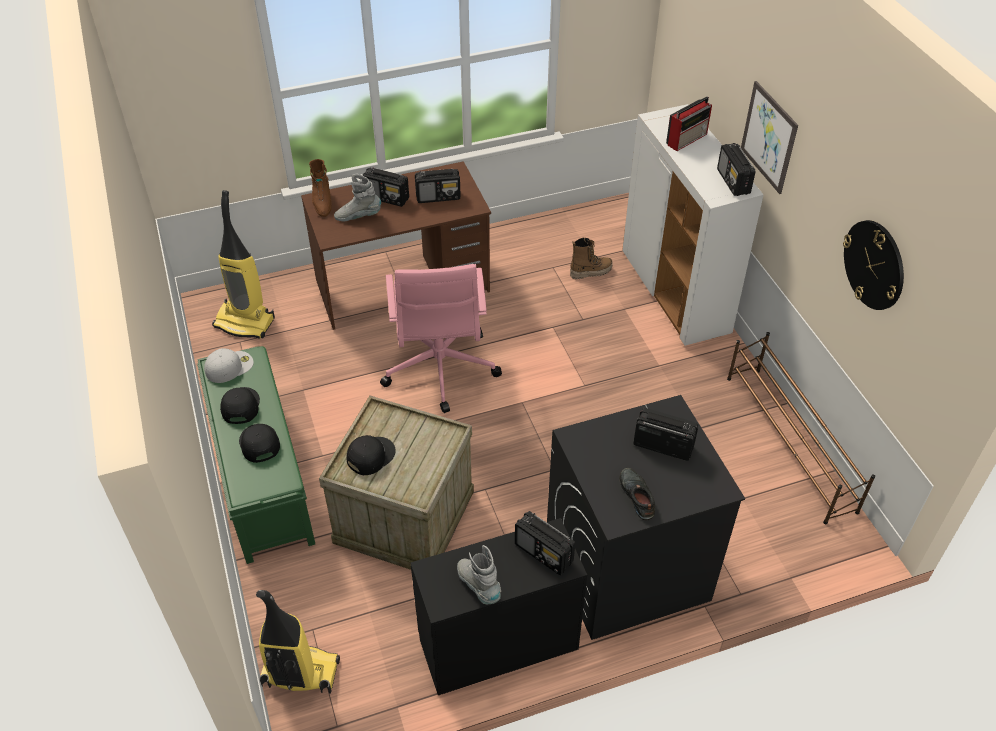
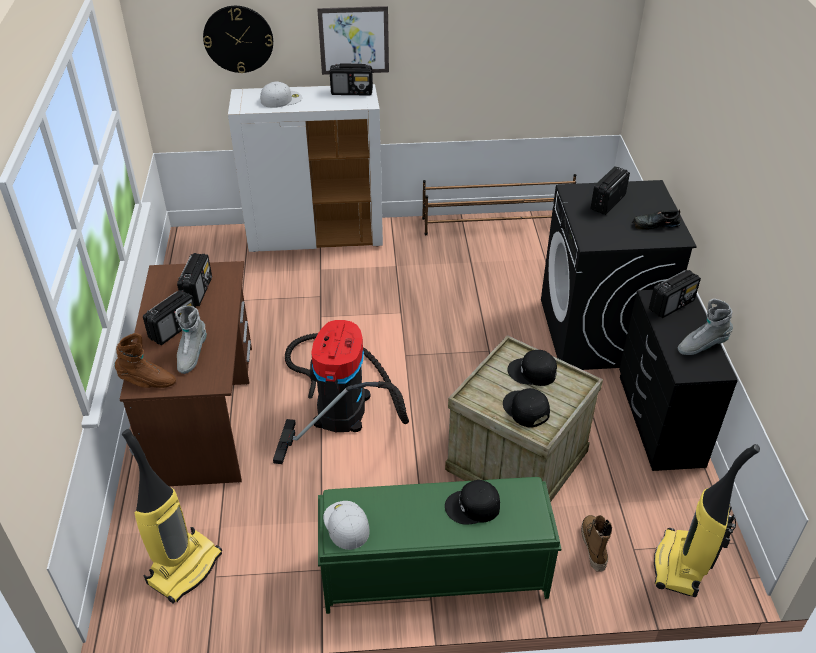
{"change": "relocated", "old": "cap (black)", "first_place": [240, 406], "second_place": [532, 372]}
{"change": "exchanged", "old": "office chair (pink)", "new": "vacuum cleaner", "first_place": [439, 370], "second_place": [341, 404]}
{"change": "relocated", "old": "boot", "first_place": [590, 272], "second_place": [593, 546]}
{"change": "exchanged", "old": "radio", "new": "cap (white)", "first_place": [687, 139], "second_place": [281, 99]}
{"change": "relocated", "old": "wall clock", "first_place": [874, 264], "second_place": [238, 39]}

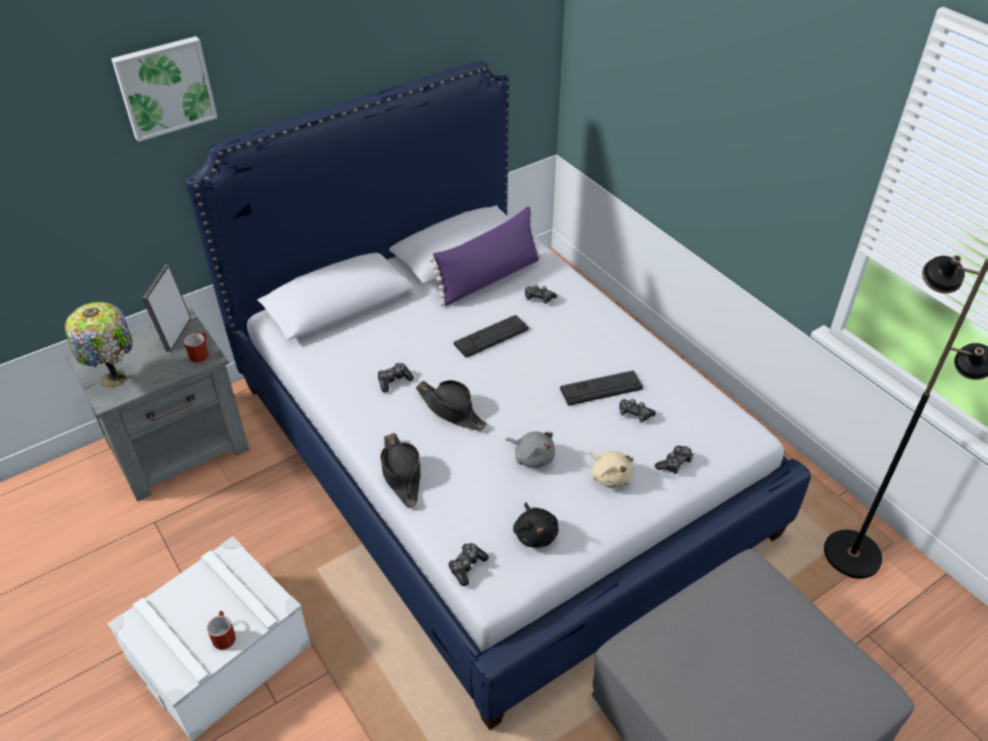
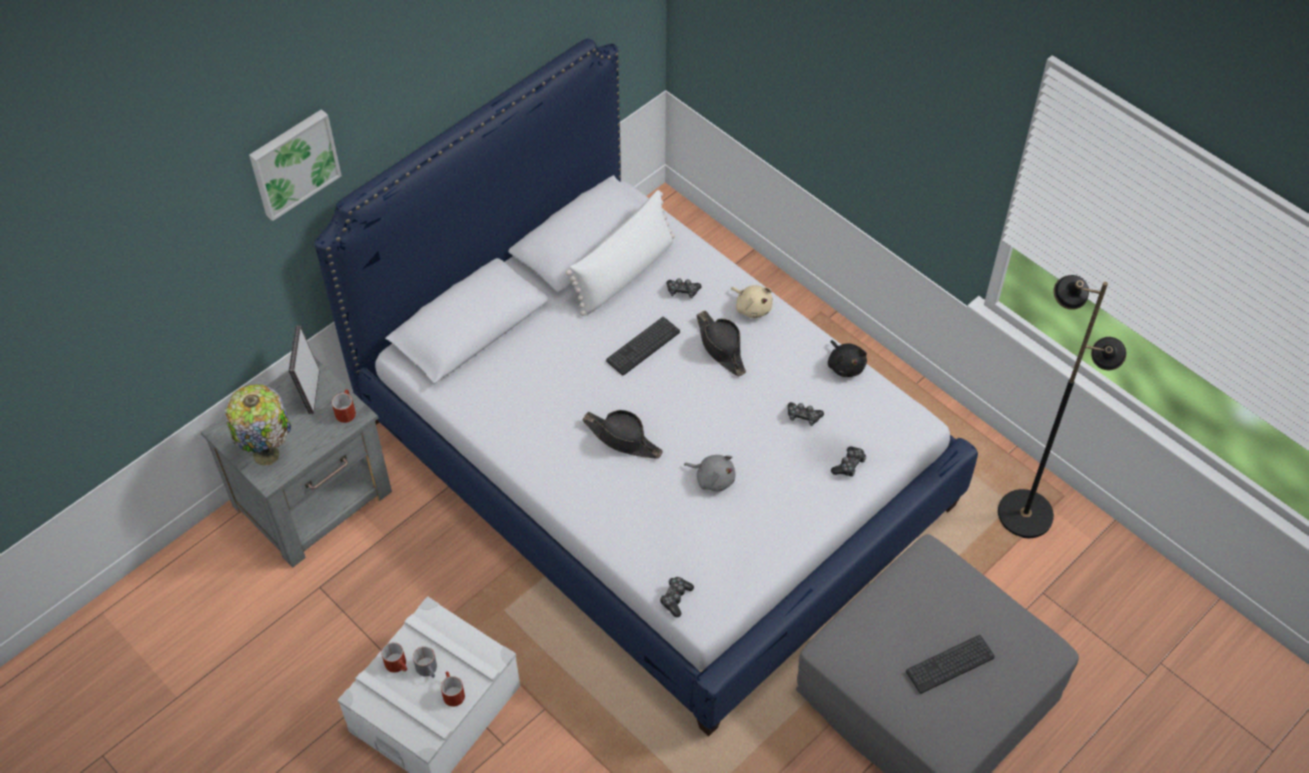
{"change": "missing", "old": "game controller", "first_place": [394, 381]}
{"change": "relocated", "old": "hat (black)", "first_place": [401, 474], "second_place": [721, 347]}
{"change": "colour", "old": "pillow (purple)", "new": "pillow (white)", "first_place": [489, 279], "second_place": [624, 273]}
{"change": "relocated", "old": "plush toy (black)", "first_place": [535, 534], "second_place": [845, 365]}
{"change": "relocated", "old": "keyboard", "first_place": [601, 388], "second_place": [950, 664]}
{"change": "relocated", "old": "plush toy (beige)", "first_place": [610, 476], "second_place": [752, 307]}
{"change": "appeared", "new": "mug (red)", "second_place": [398, 665]}
{"change": "appeared", "new": "mug (grey)", "second_place": [429, 670]}

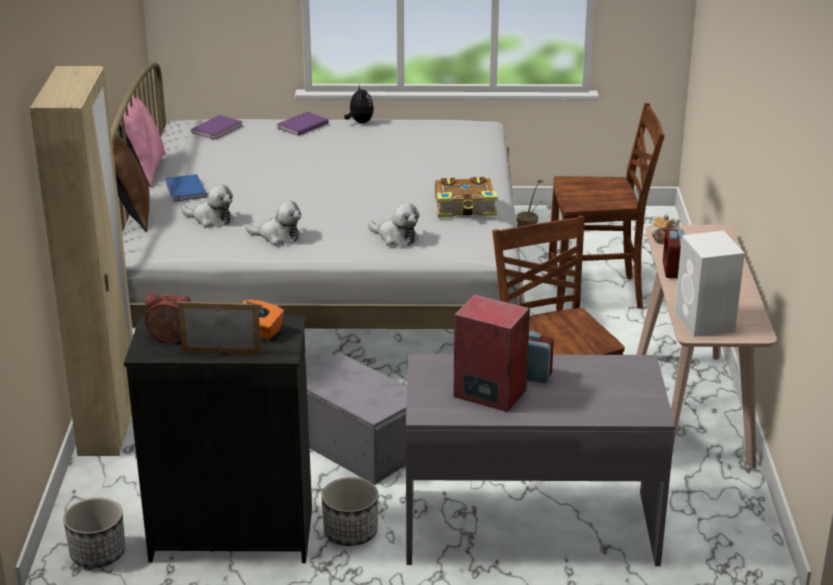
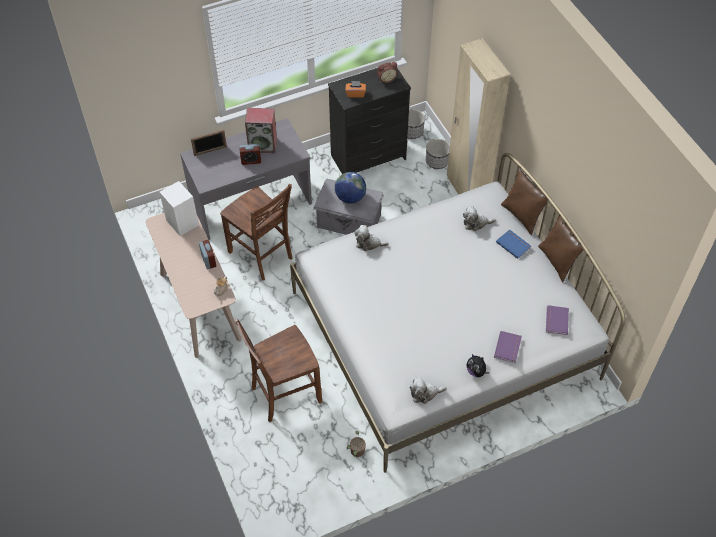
{"change": "colour", "old": "pillow (pink)", "new": "pillow (brown)", "first_place": [144, 170], "second_place": [557, 261]}
{"change": "relocated", "old": "picture frame", "first_place": [221, 352], "second_place": [210, 151]}
{"change": "relocated", "old": "plush toy", "first_place": [277, 236], "second_place": [425, 393]}
{"change": "relocated", "old": "planter", "first_place": [350, 532], "second_place": [437, 161]}
{"change": "missing", "old": "book", "first_place": [466, 207]}
{"change": "appeared", "new": "globe", "second_place": [350, 197]}

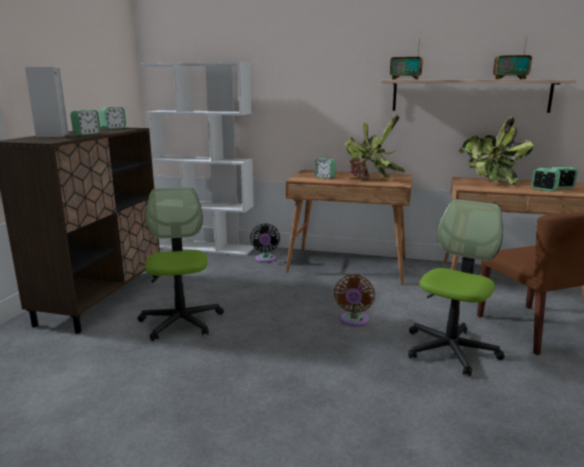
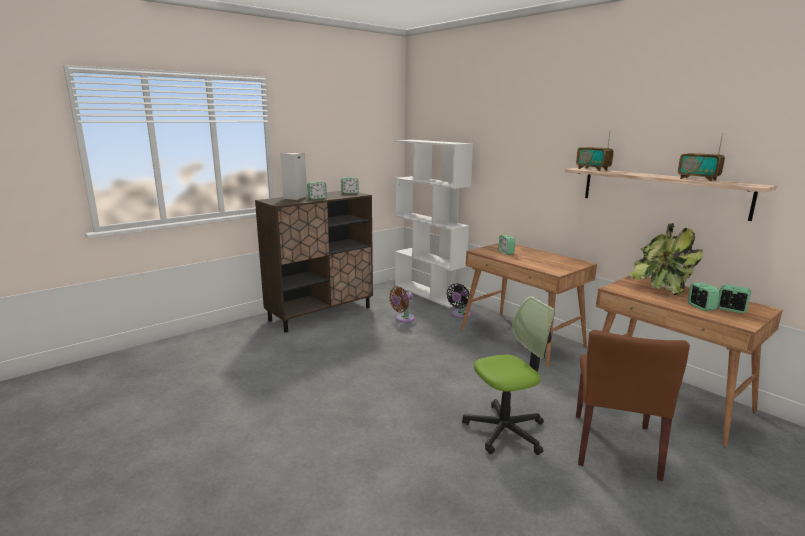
{"change": "missing", "old": "office chair", "first_place": [181, 321]}
{"change": "relocated", "old": "fan (brown)", "first_place": [353, 321], "second_place": [403, 319]}
{"change": "missing", "old": "potted plant", "first_place": [370, 180]}

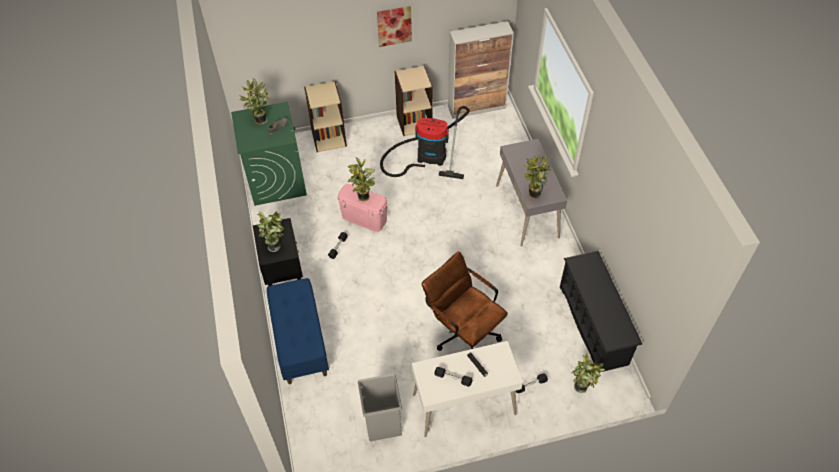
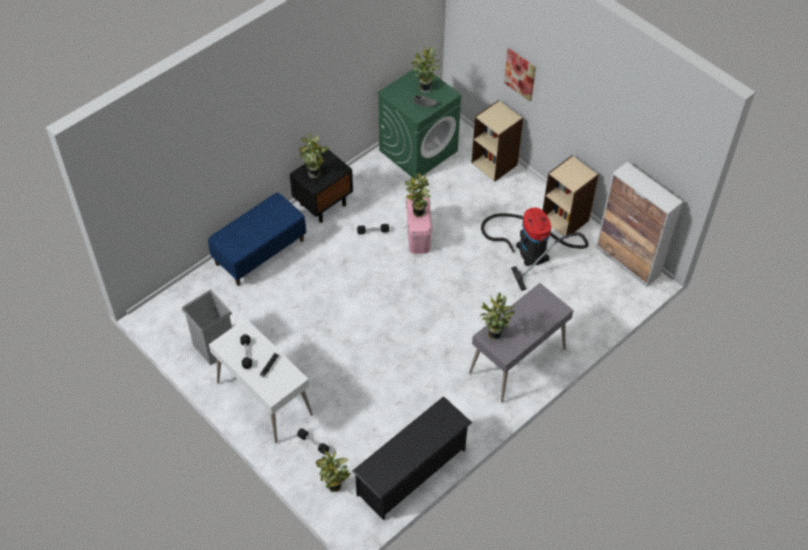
{"change": "relocated", "old": "picture", "first_place": [394, 26], "second_place": [520, 74]}
{"change": "missing", "old": "office chair (brown)", "first_place": [462, 331]}

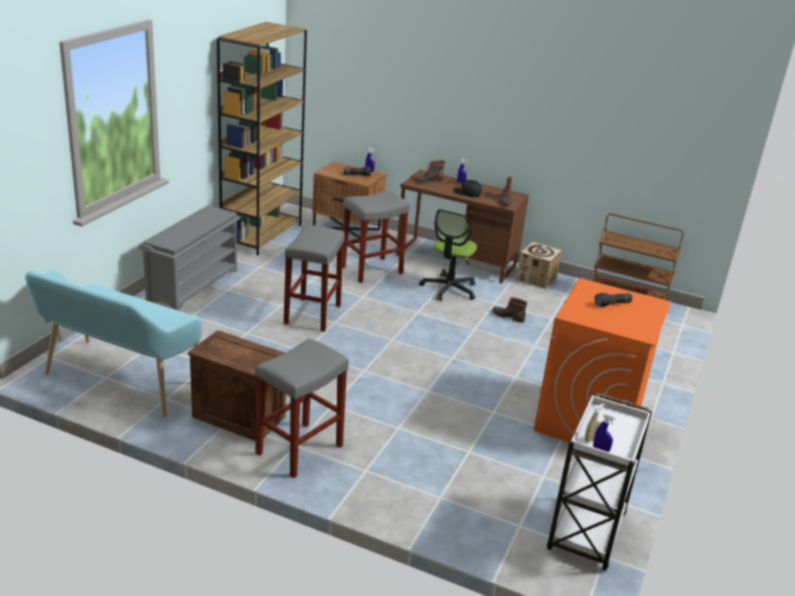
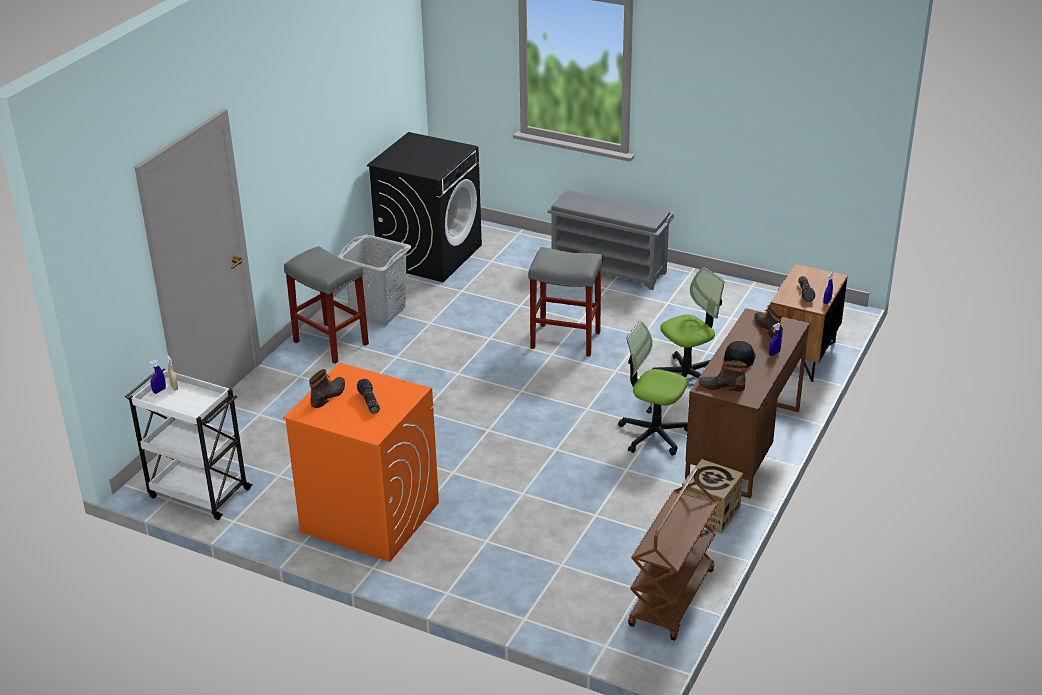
{"change": "exchanged", "old": "bench (turquoise)", "new": "washing machine (black)", "first_place": [121, 382], "second_place": [429, 255]}
{"change": "exchanged", "old": "crate", "new": "laundry basket (grey)", "first_place": [238, 417], "second_place": [378, 311]}
{"change": "missing", "old": "bookcase (brown)", "first_place": [261, 234]}
{"change": "exchanged", "old": "stool (grey)", "new": "office chair", "first_place": [372, 269], "second_place": [687, 376]}
{"change": "relocated", "old": "boot", "first_place": [508, 316], "second_place": [329, 395]}

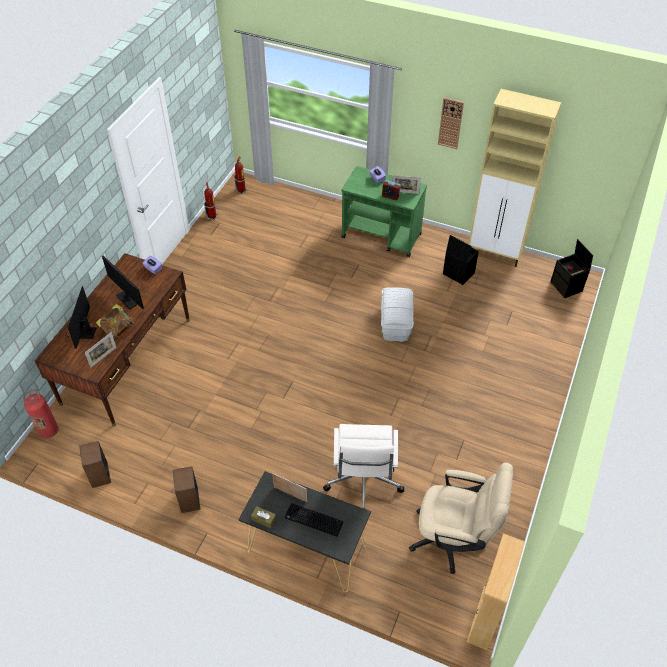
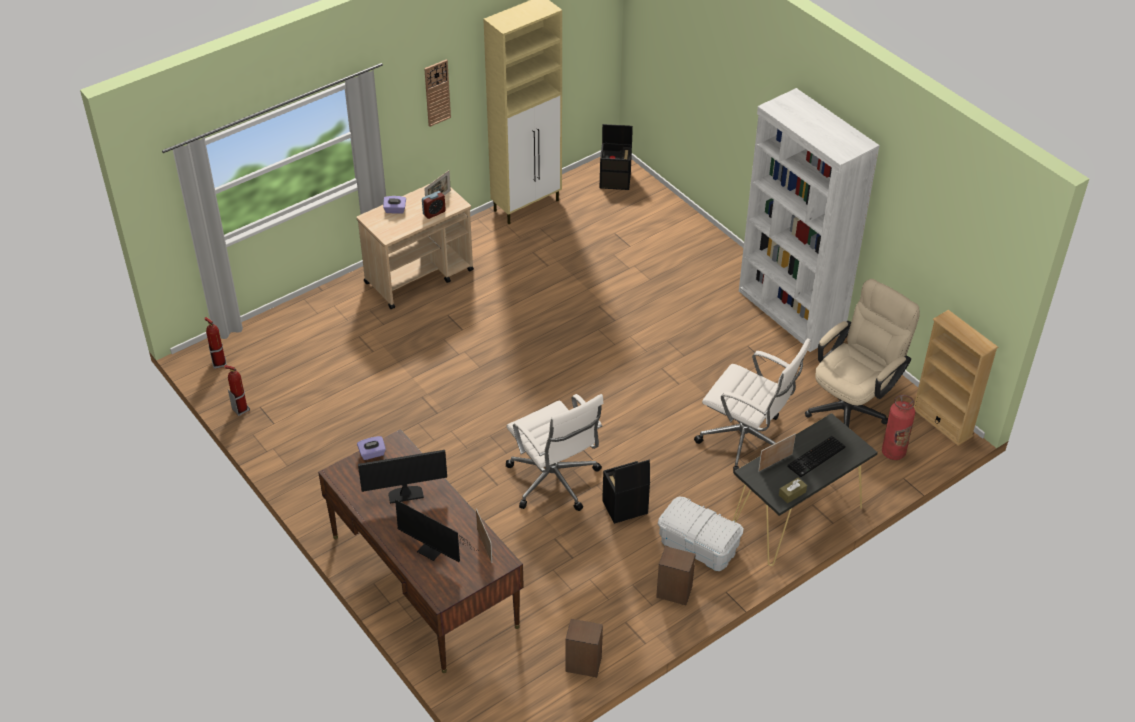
{"change": "relocated", "old": "fire extinguisher", "first_place": [49, 431], "second_place": [893, 452]}
{"change": "missing", "old": "book", "first_place": [118, 330]}
{"change": "colour", "old": "cart (green)", "new": "cart (beige)", "first_place": [382, 236], "second_place": [420, 276]}
{"change": "relocated", "old": "storage box (white)", "first_place": [396, 322], "second_place": [698, 545]}
{"change": "relocated", "old": "storage box (black)", "first_place": [457, 273], "second_place": [624, 508]}
{"change": "appeared", "new": "office chair (white)", "second_place": [554, 481]}
{"change": "appeared", "new": "bookcase (white)", "second_place": [790, 312]}

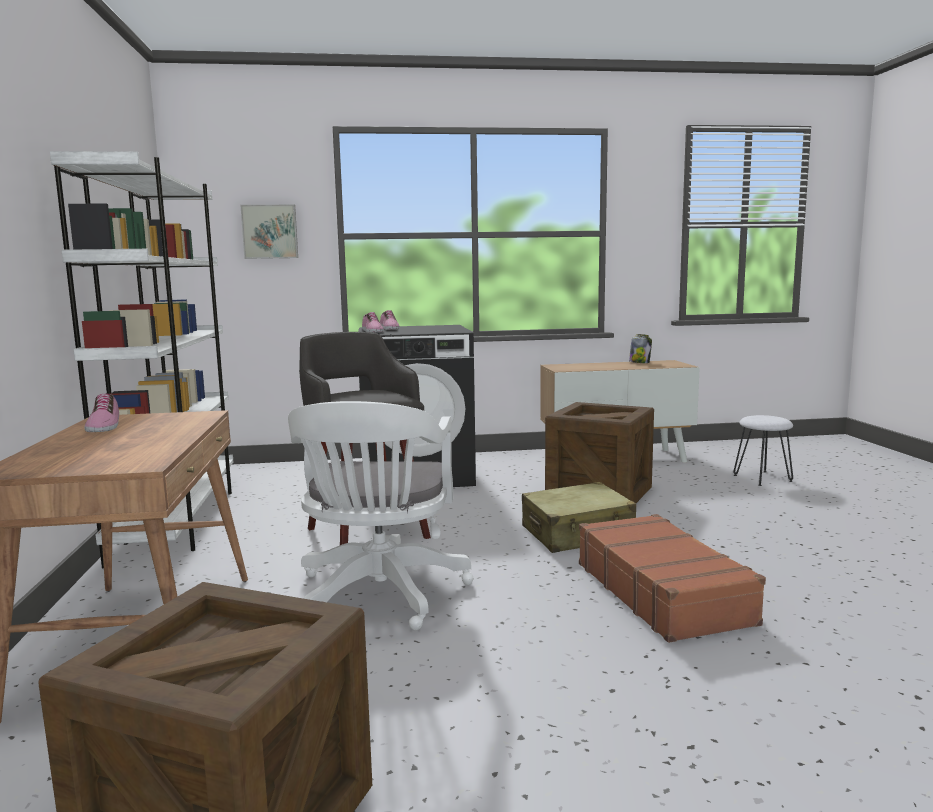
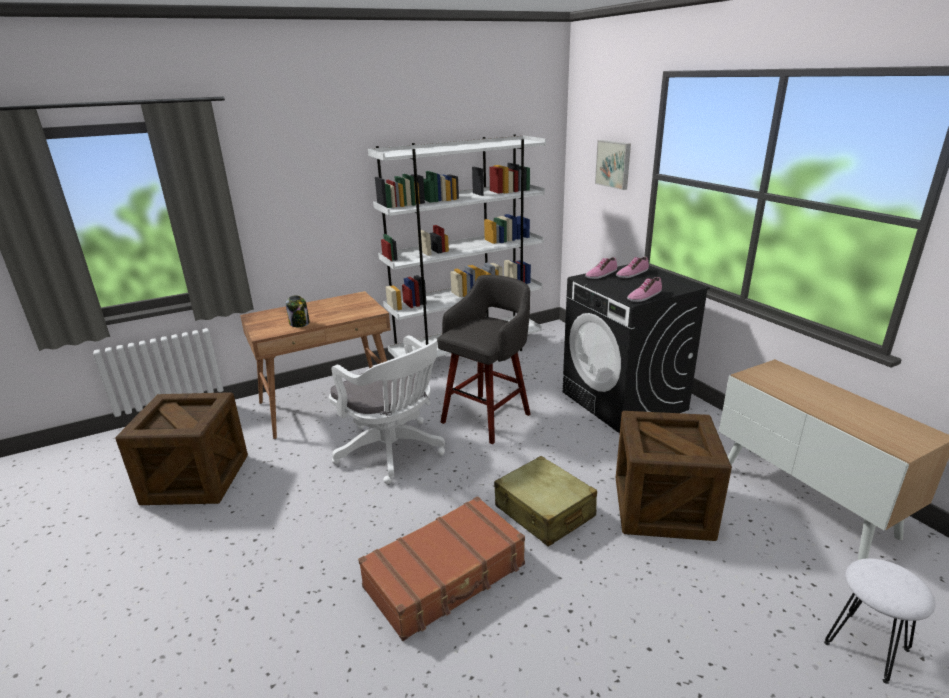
{"change": "relocated", "old": "shoe", "first_place": [103, 426], "second_place": [644, 296]}
{"change": "spun", "old": "office chair (white)", "first_place": [379, 596], "second_place": [393, 452], "degrees": -120}
{"change": "relocated", "old": "jar", "first_place": [639, 362], "second_place": [299, 323]}

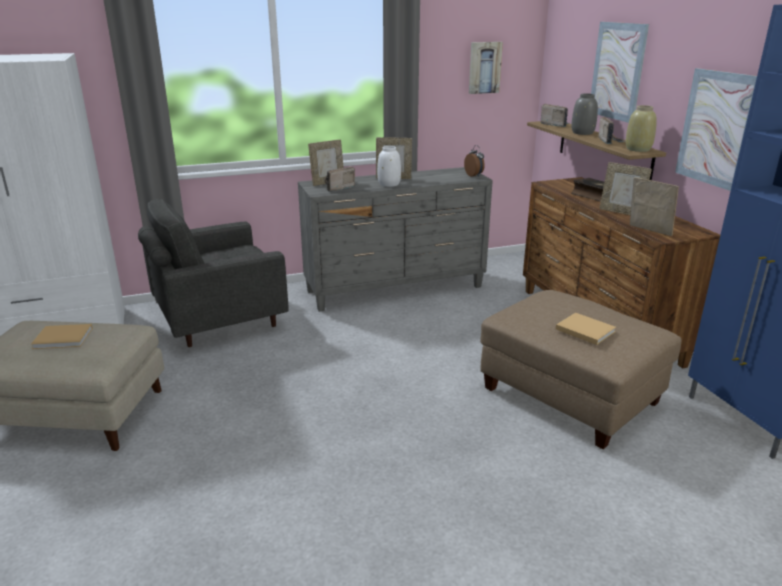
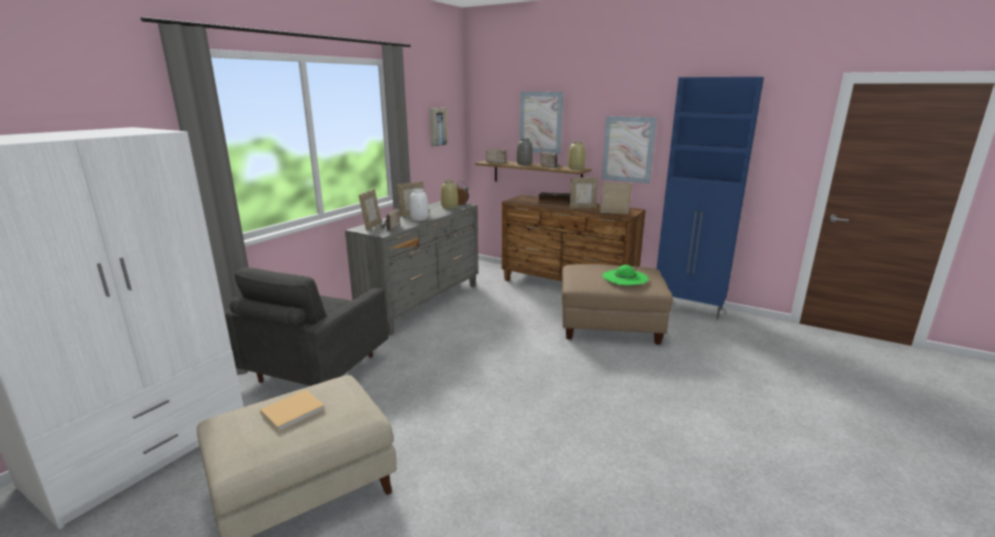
{"change": "exchanged", "old": "book (beige)", "new": "hat (green)", "first_place": [583, 330], "second_place": [624, 277]}
{"change": "appeared", "new": "vase (beige)", "second_place": [449, 207]}

